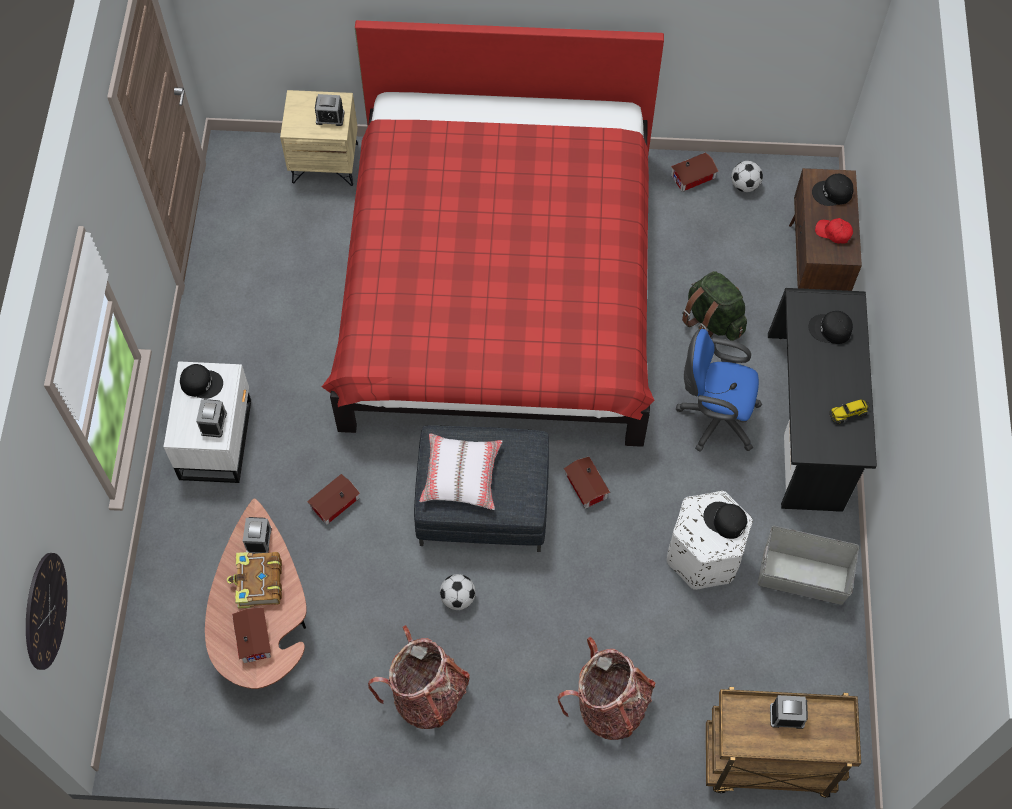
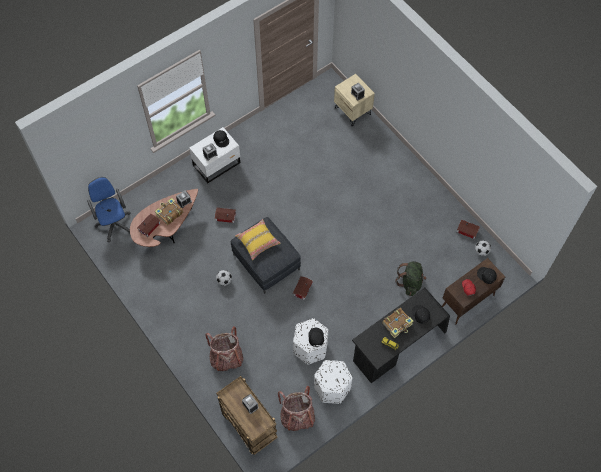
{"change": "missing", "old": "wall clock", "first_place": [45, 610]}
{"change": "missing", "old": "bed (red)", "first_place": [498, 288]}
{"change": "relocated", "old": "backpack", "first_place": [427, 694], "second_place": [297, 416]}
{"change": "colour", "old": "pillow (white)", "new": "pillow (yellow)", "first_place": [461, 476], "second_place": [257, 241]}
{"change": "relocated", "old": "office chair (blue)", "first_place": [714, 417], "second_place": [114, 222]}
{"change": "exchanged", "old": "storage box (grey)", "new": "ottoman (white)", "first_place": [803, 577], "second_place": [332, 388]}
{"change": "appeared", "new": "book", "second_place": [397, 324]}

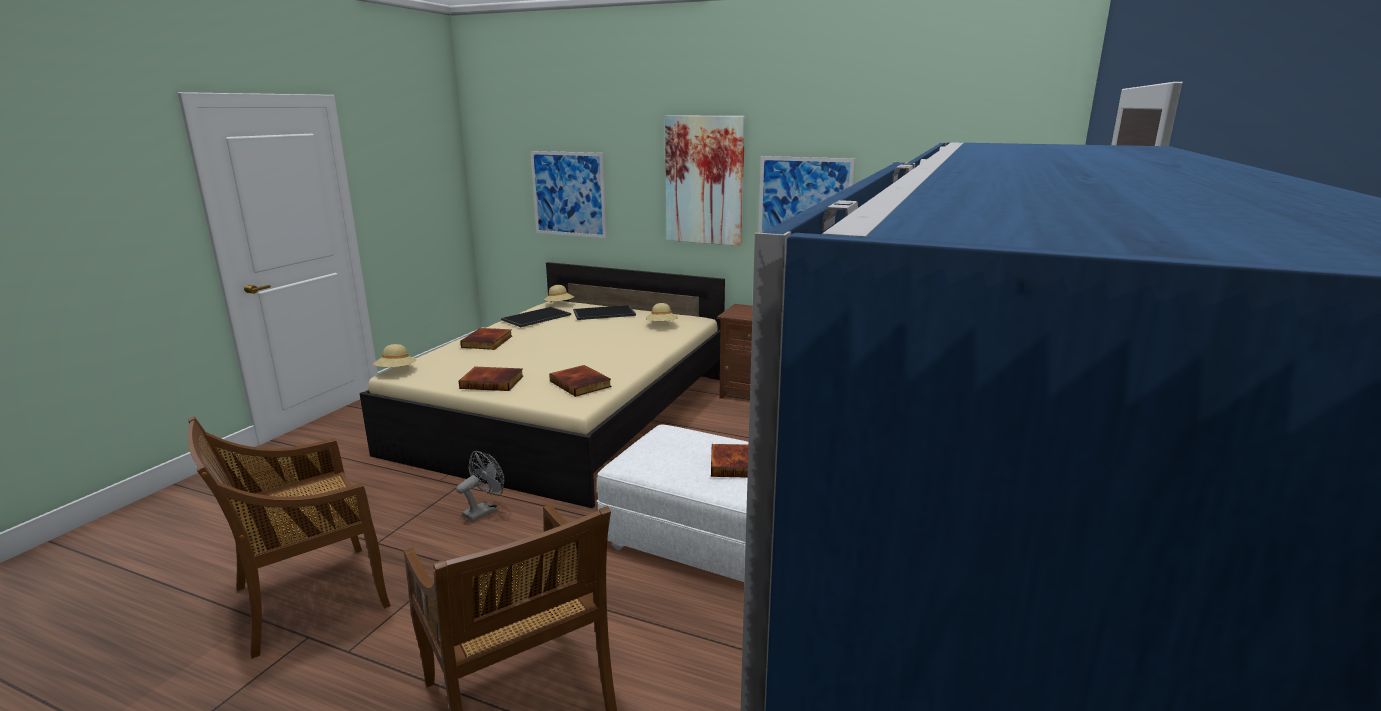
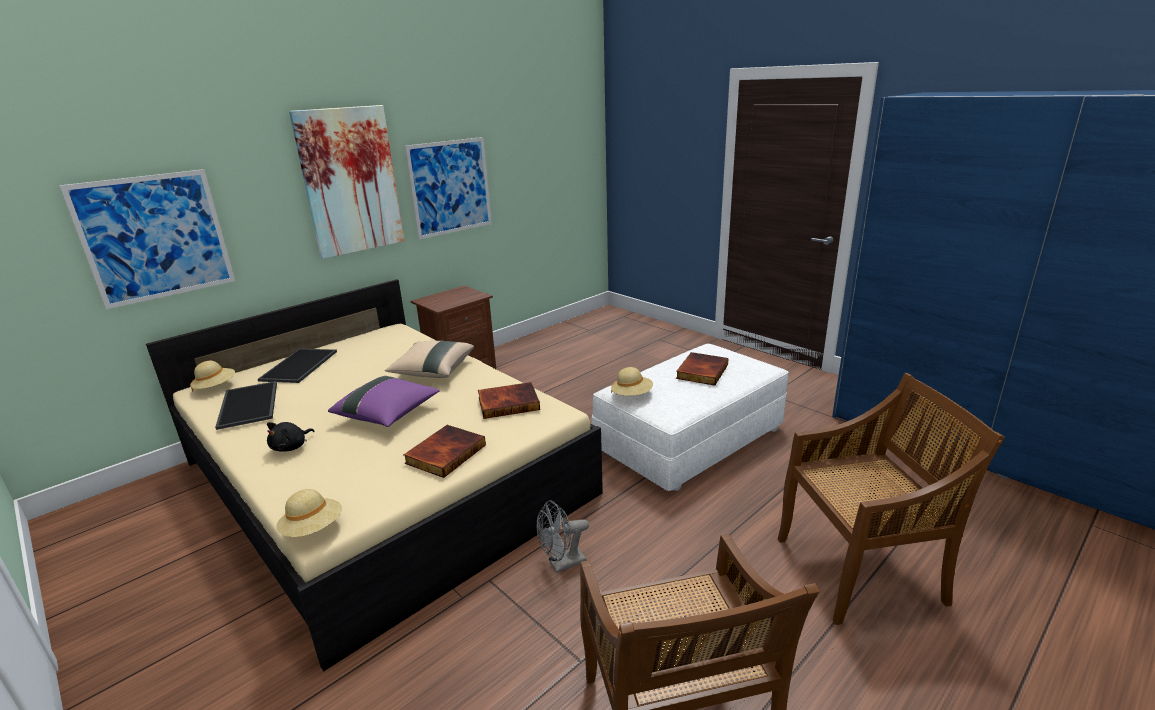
{"change": "spun", "old": "fan (grey)", "first_place": [484, 511], "second_place": [562, 564], "degrees": -90}
{"change": "exchanged", "old": "book", "new": "plush toy (black)", "first_place": [488, 342], "second_place": [291, 447]}
{"change": "relocated", "old": "hat (beige)", "first_place": [662, 325], "second_place": [632, 395]}
{"change": "appeared", "new": "pillow (purple)", "second_place": [388, 414]}
{"change": "appeared", "new": "pillow (beige)", "second_place": [432, 371]}

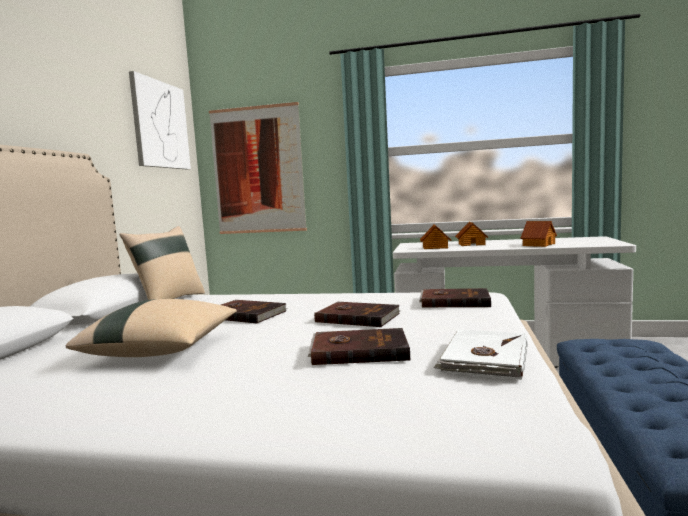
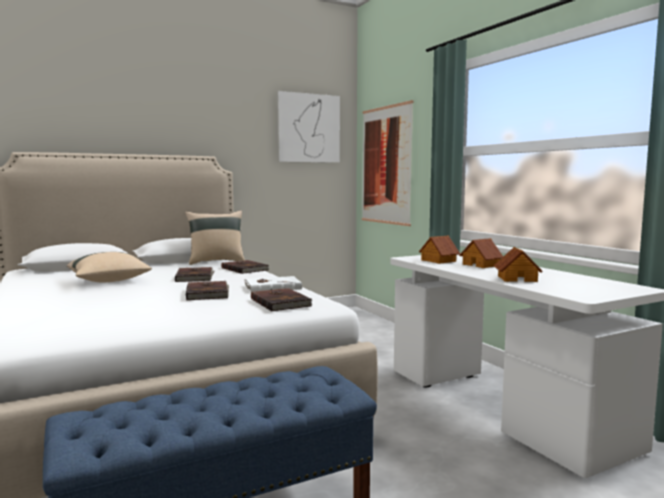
{"change": "relocated", "old": "book (brown)", "first_place": [359, 350], "second_place": [245, 269]}
{"change": "relocated", "old": "book (white)", "first_place": [483, 358], "second_place": [272, 287]}

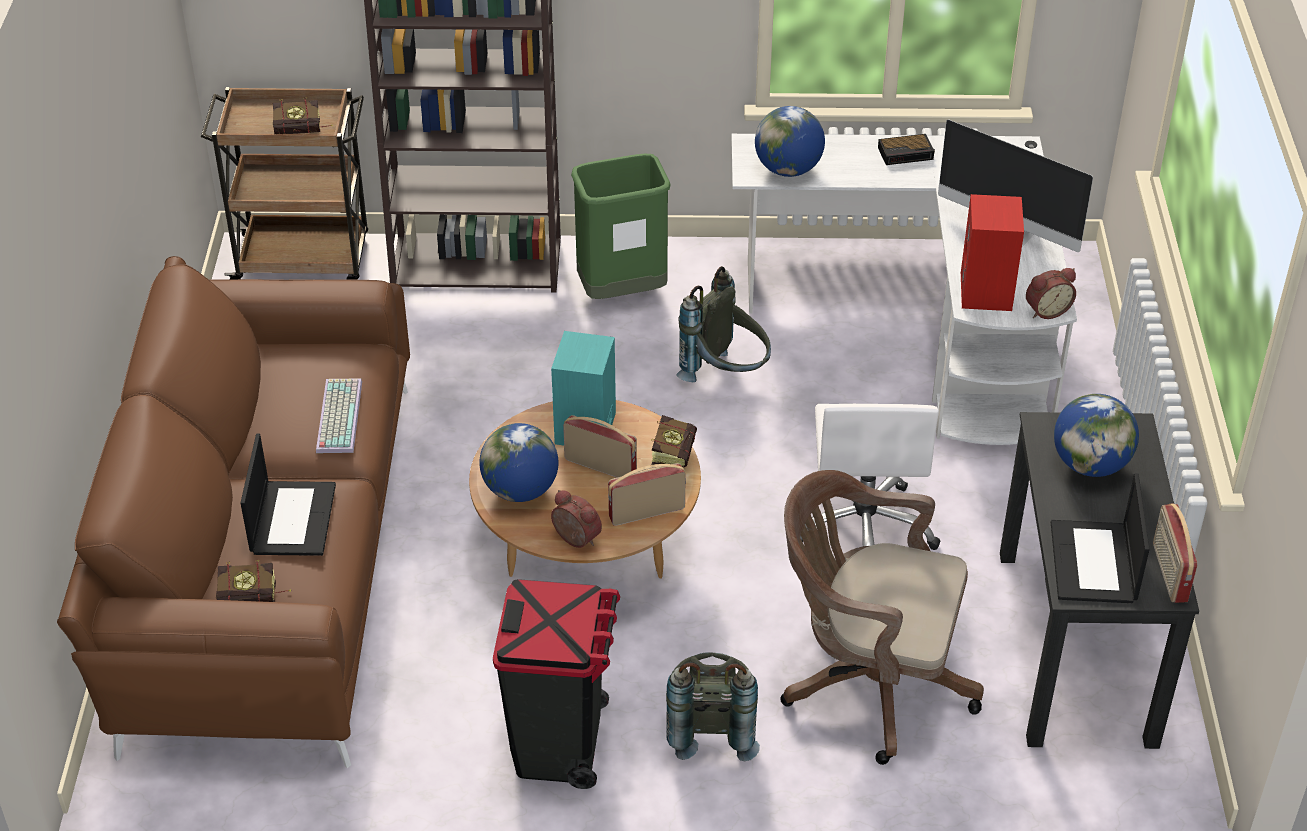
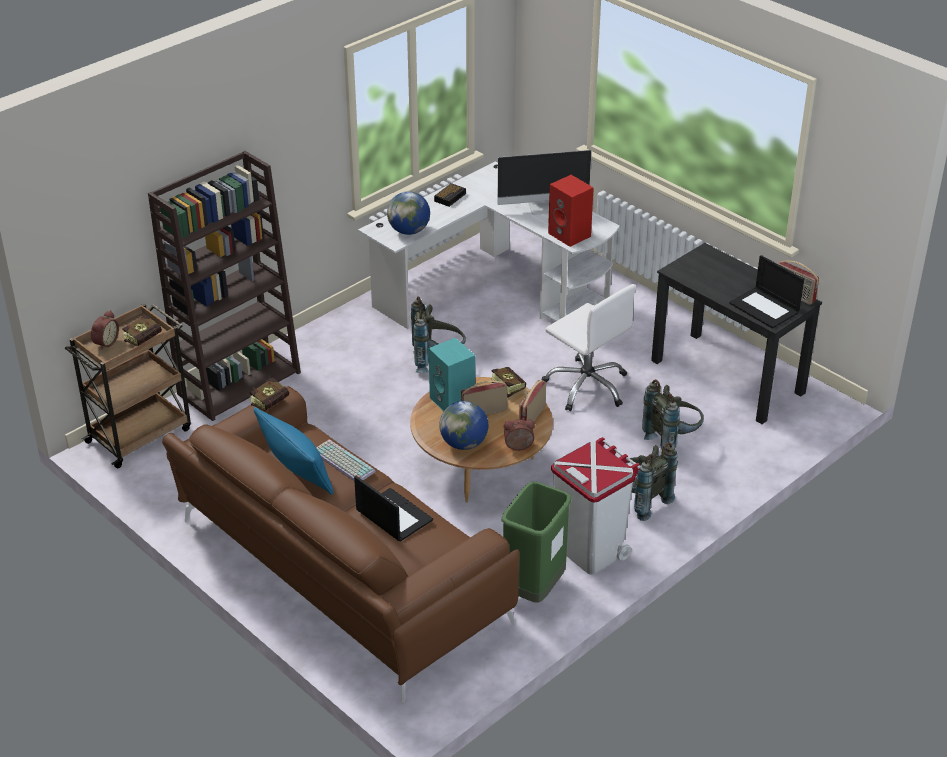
{"change": "relocated", "old": "book", "first_place": [255, 600], "second_place": [273, 402]}
{"change": "colour", "old": "trash can (black)", "new": "trash can (white)", "first_place": [560, 744], "second_place": [590, 550]}
{"change": "relocated", "old": "trash can (green)", "first_place": [622, 293], "second_place": [533, 589]}
{"change": "exchanged", "old": "office chair (brown)", "new": "backpack (grey)", "first_place": [868, 682], "second_place": [672, 441]}
{"change": "relocated", "old": "alarm clock", "first_place": [1046, 310], "second_place": [105, 342]}
{"change": "missing", "old": "globe", "first_place": [1090, 464]}
{"change": "appeared", "new": "pillow (blue)", "second_place": [296, 470]}

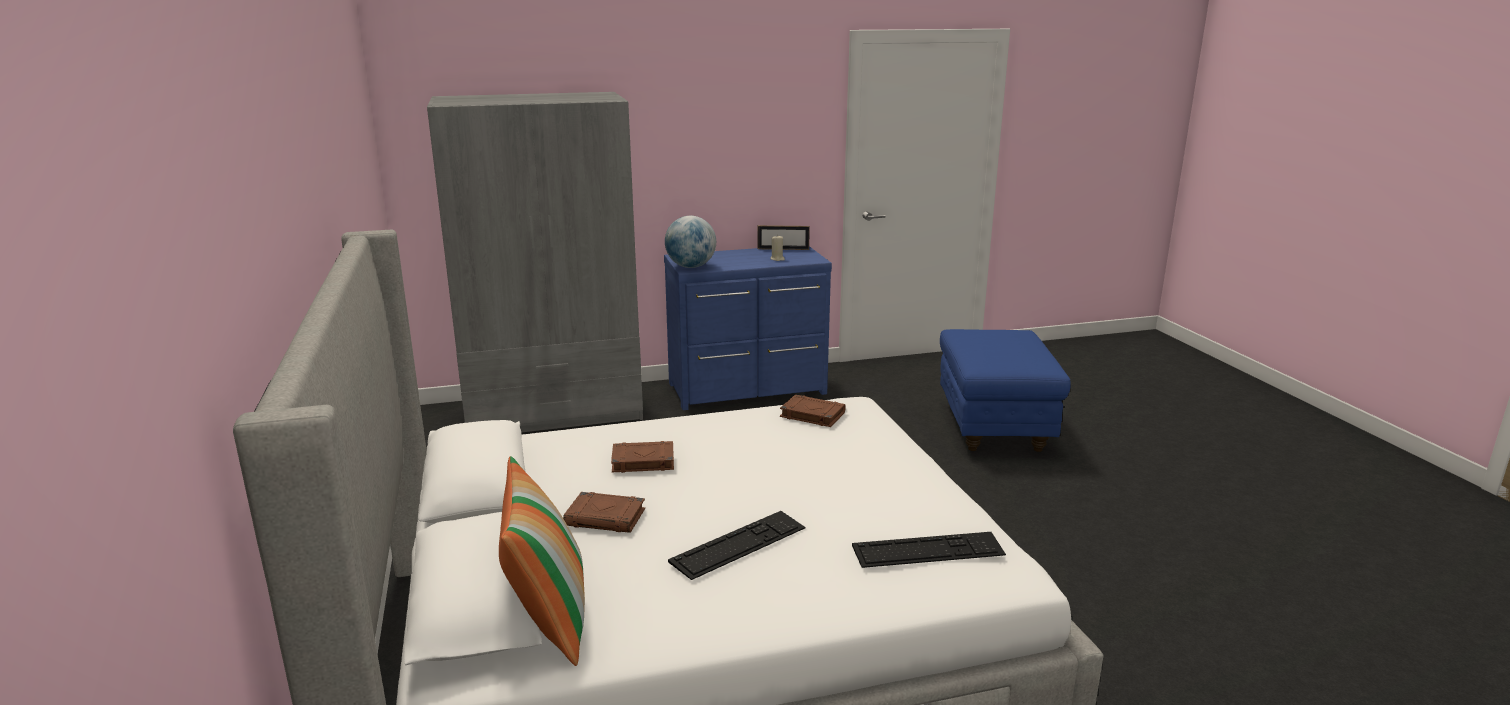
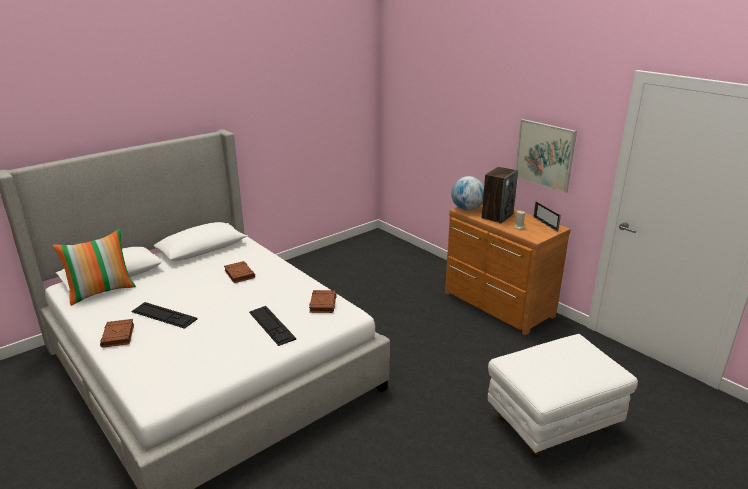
{"change": "missing", "old": "wardrobe (grey)", "first_place": [554, 411]}
{"change": "relocated", "old": "book (brown)", "first_place": [606, 518], "second_place": [118, 336]}
{"change": "colour", "old": "dresser (blue)", "new": "dresser (brown)", "first_place": [749, 390], "second_place": [497, 305]}
{"change": "relocated", "old": "keyboard", "first_place": [928, 550], "second_place": [271, 325]}
{"change": "colour", "old": "ottoman (blue)", "new": "ottoman (white)", "first_place": [995, 428], "second_place": [552, 425]}
{"change": "appeared", "new": "speaker", "second_place": [497, 216]}
{"change": "appeared", "new": "picture", "second_place": [545, 155]}

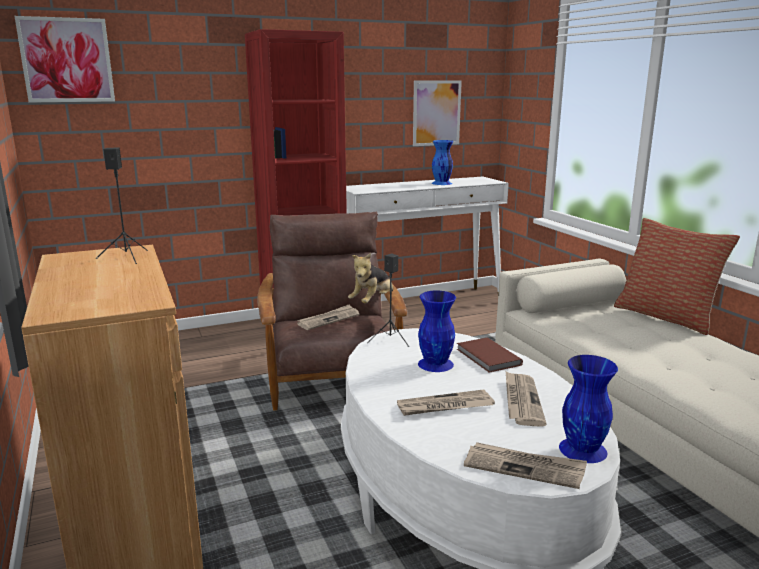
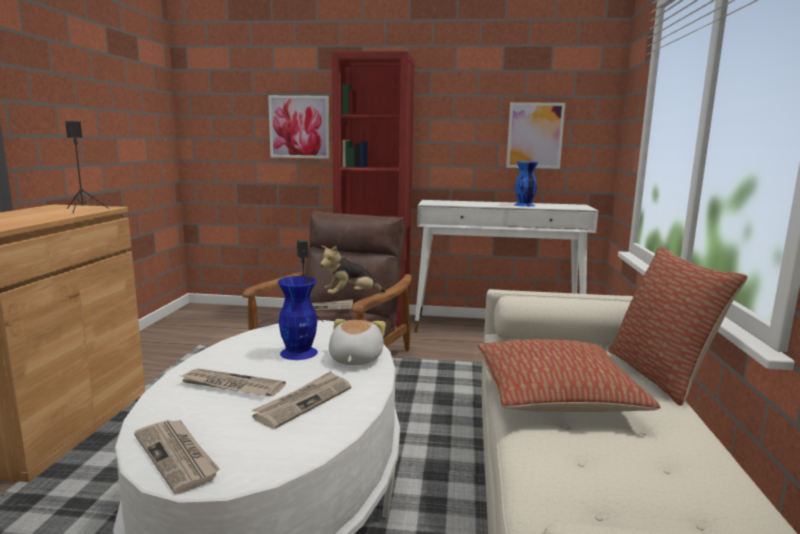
{"change": "relocated", "old": "picture", "first_place": [67, 60], "second_place": [299, 127]}
{"change": "exchanged", "old": "book (brown)", "new": "plush toy", "first_place": [487, 357], "second_place": [354, 359]}
{"change": "missing", "old": "vase (blue)", "first_place": [583, 449]}
{"change": "appeared", "new": "pillow", "second_place": [555, 397]}

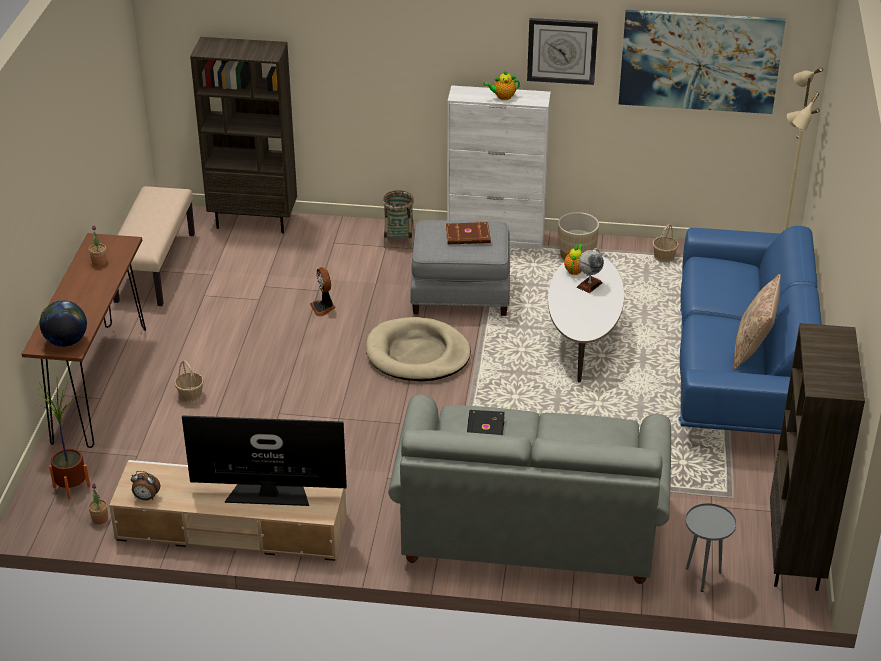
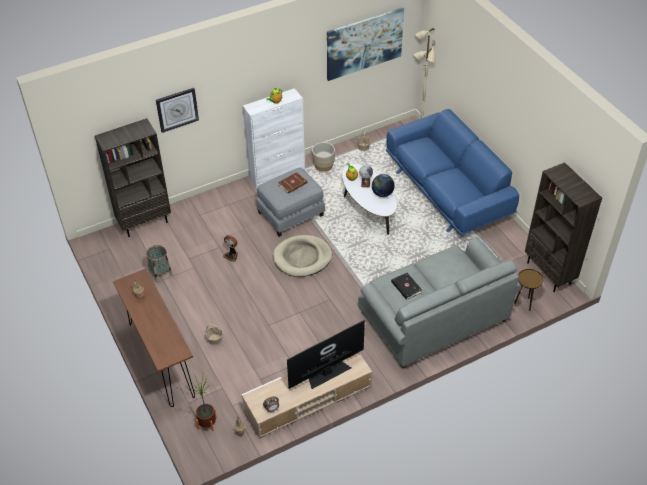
{"change": "relocated", "old": "globe", "first_place": [66, 342], "second_place": [382, 193]}
{"change": "missing", "old": "bench (beige)", "first_place": [154, 267]}
{"change": "relocated", "old": "basket", "first_place": [399, 240], "second_place": [160, 273]}
{"change": "relocated", "old": "wall clock", "first_place": [562, 50], "second_place": [177, 109]}
{"change": "colour", "old": "side table (grey)", "new": "side table (brown)", "first_place": [702, 577], "second_place": [524, 303]}
{"change": "missing", "old": "pillow (beige)", "first_place": [752, 349]}

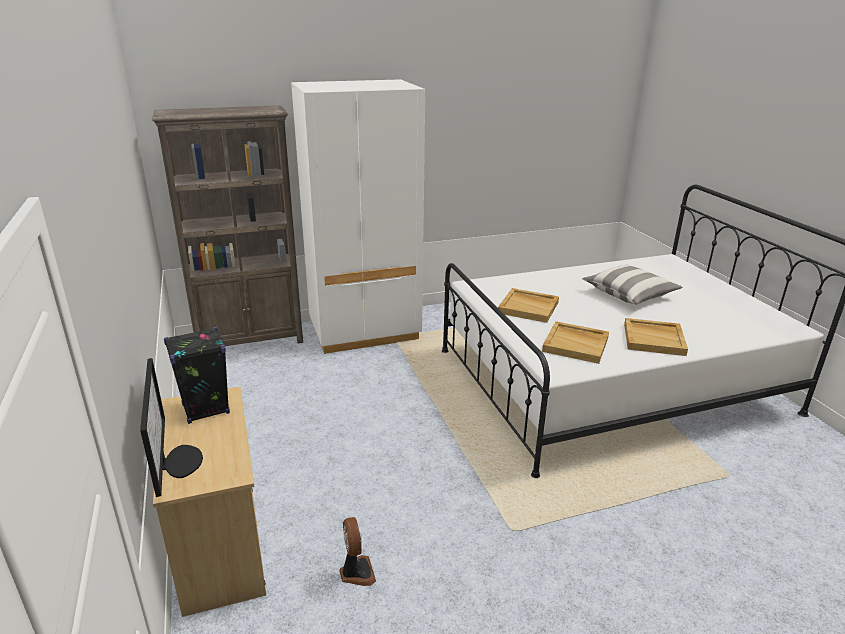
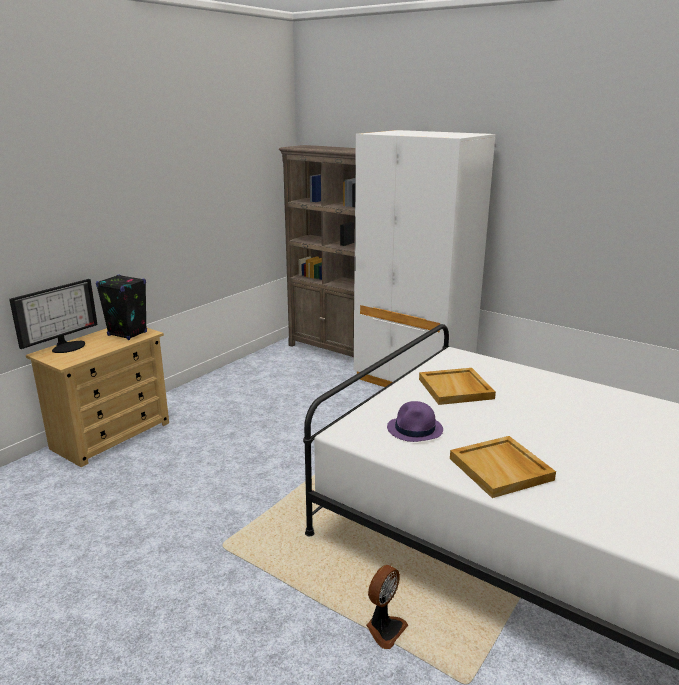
{"change": "relocated", "old": "fan", "first_place": [356, 572], "second_place": [384, 629]}
{"change": "exchanged", "old": "tray (beige)", "new": "hat (purple)", "first_place": [576, 344], "second_place": [415, 429]}
{"change": "missing", "old": "pillow", "first_place": [629, 295]}

